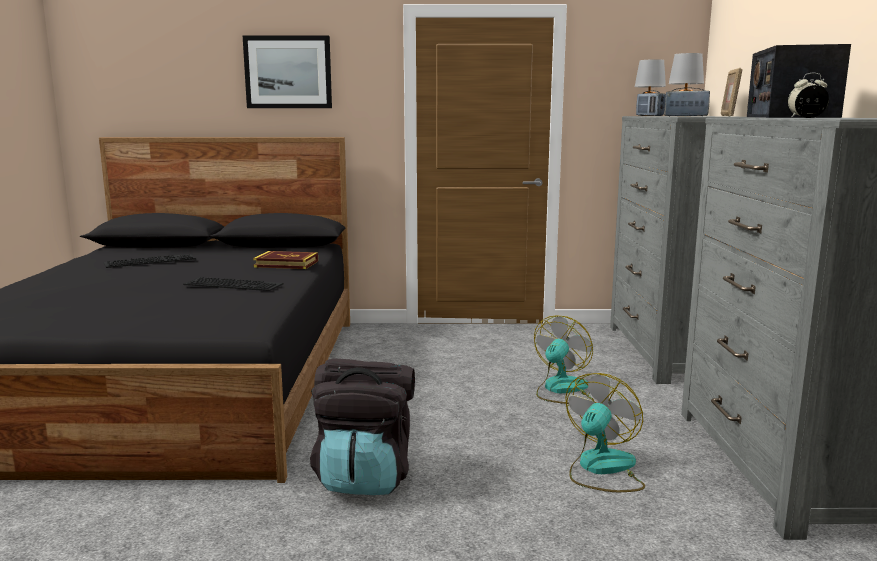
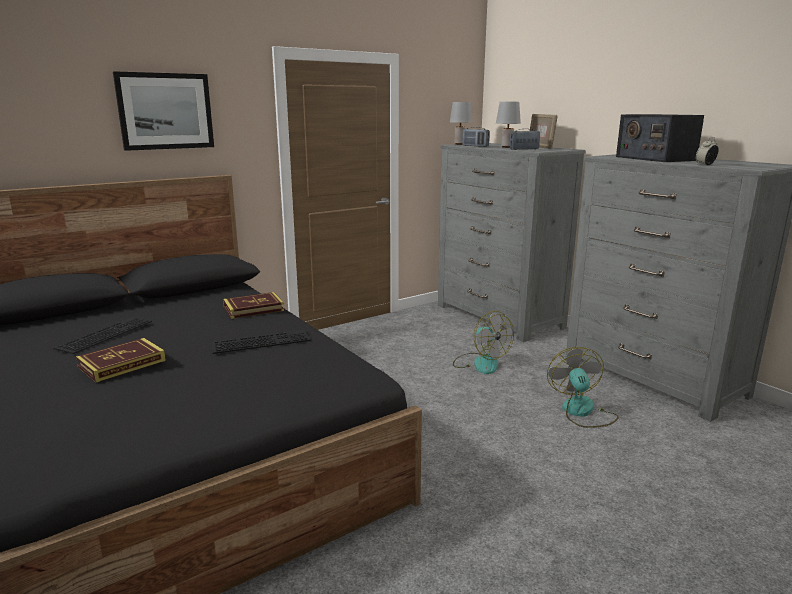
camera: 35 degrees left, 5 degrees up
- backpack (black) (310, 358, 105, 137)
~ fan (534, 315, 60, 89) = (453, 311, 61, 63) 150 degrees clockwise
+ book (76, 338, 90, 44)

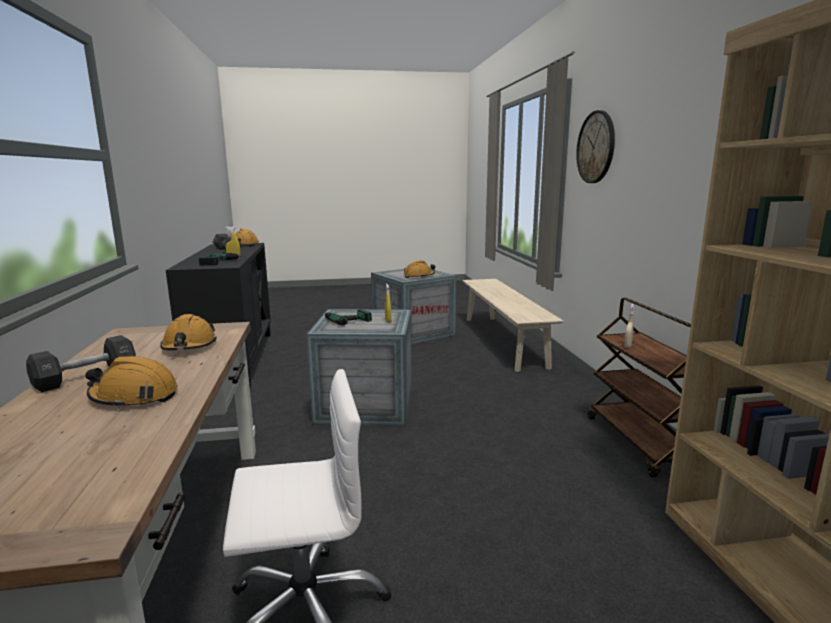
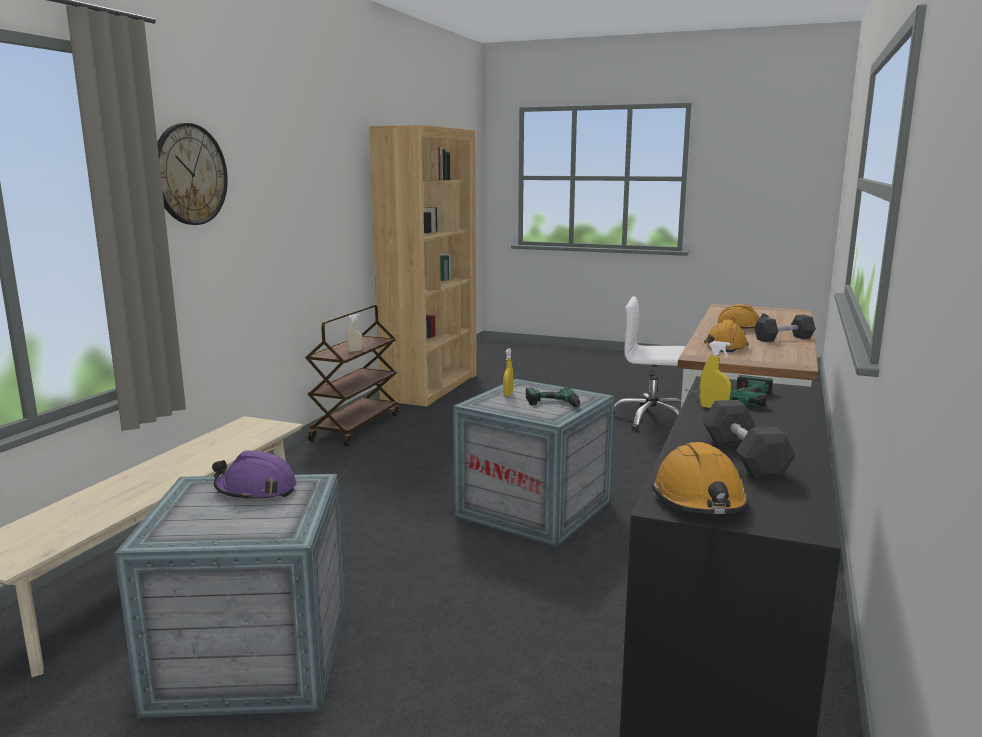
camera: 150 degrees left, 0 degrees up
~ hard hat (orange) (404, 260, 32, 18) to hard hat (purple) (212, 451, 85, 50)

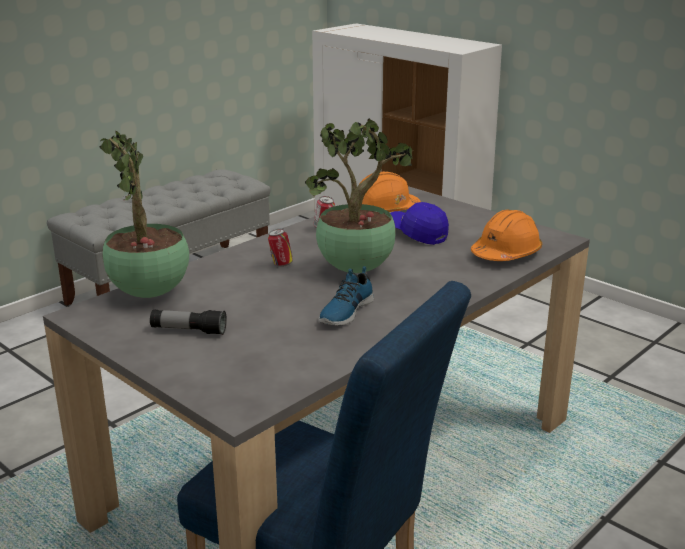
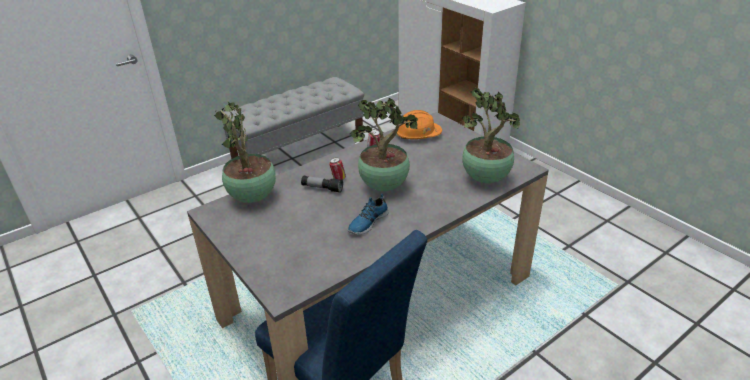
camera: 10 degrees right, 10 degrees up
~ flashlight (150, 309, 77, 26) to (301, 175, 42, 18)
- cap (blue) (390, 202, 59, 43)
~ hard hat (orange) (471, 210, 71, 51) to potted plant (462, 88, 58, 95)

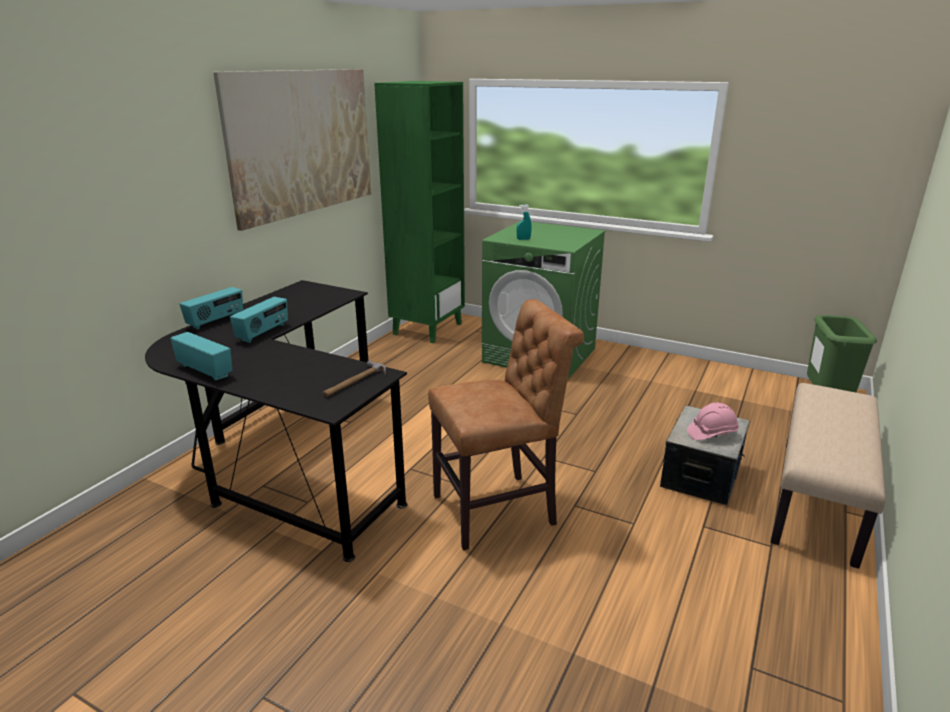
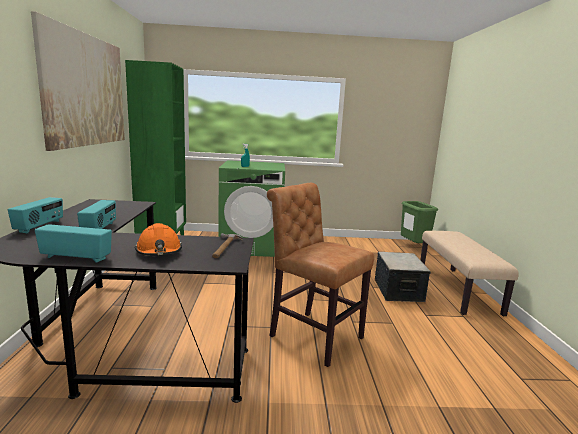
camera: 30 degrees left, 10 degrees down
~ chair (brown) (428, 299, 156, 251) = (267, 183, 108, 184) 90 degrees counterclockwise
- hard hat (pink) (687, 402, 52, 38)
+ hard hat (orange) (135, 223, 47, 32)

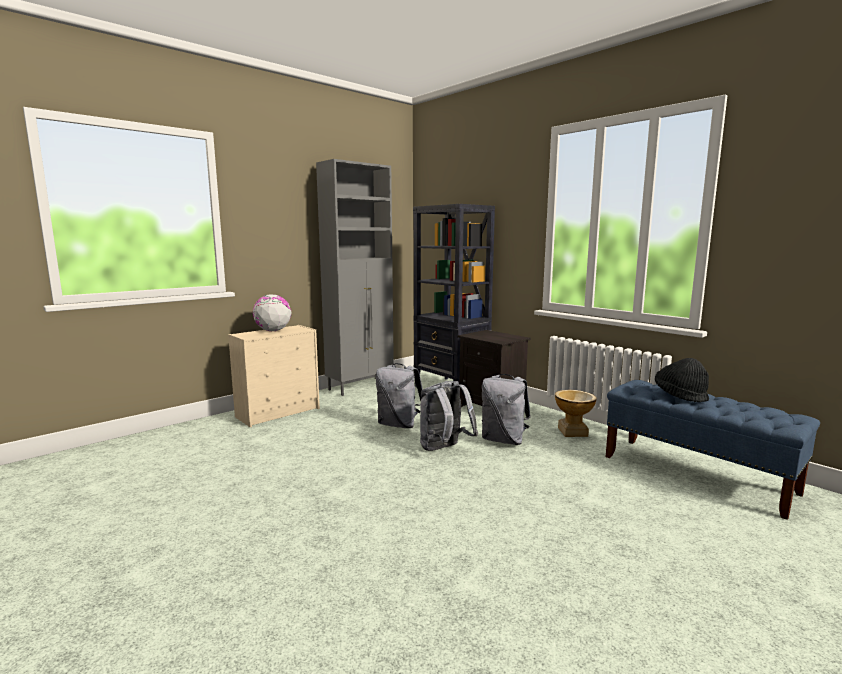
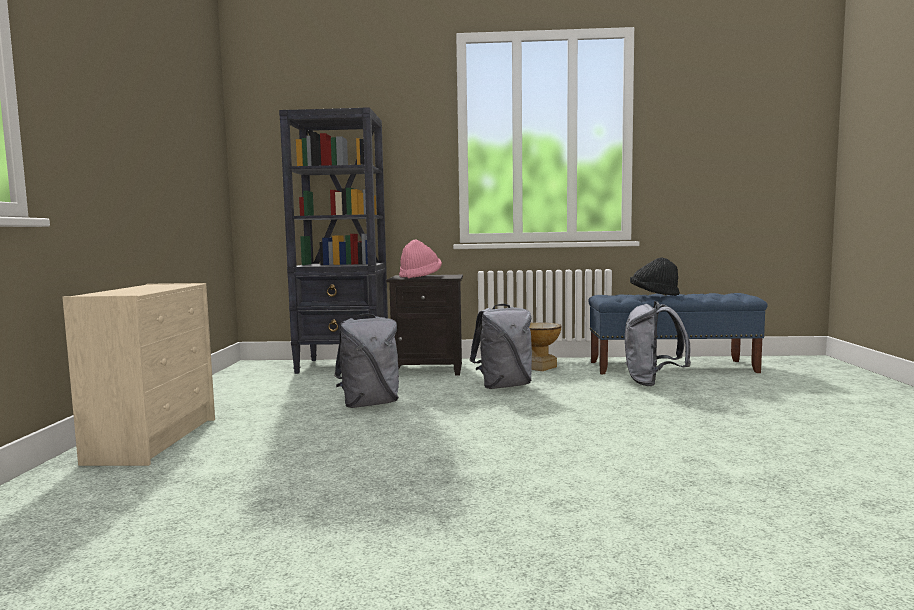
camera: 45 degrees left, 5 degrees down
- globe (253, 295, 39, 36)
- cabinet (grey) (316, 159, 78, 237)
~ backpack (grey) (420, 381, 58, 70) to (625, 301, 66, 85)
+ hat (pink) (399, 240, 43, 38)

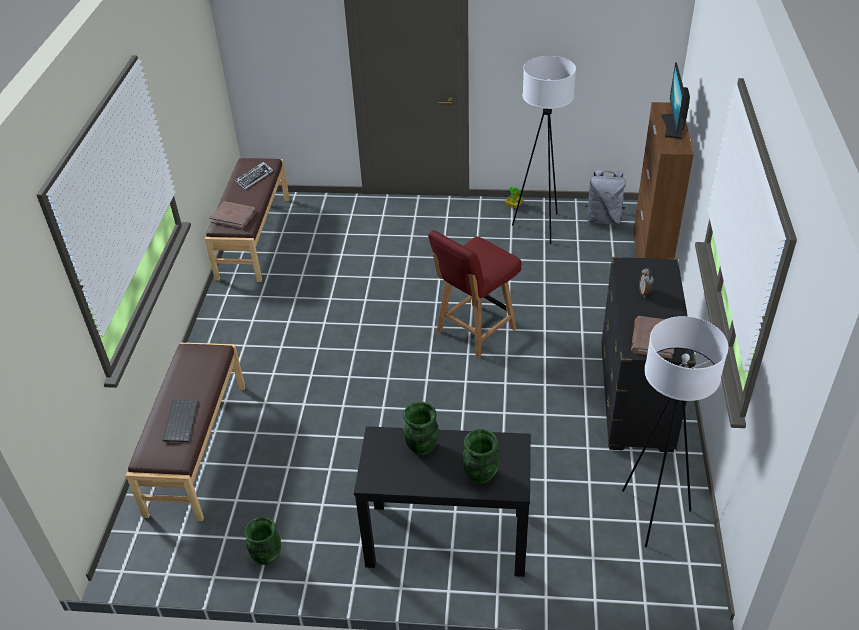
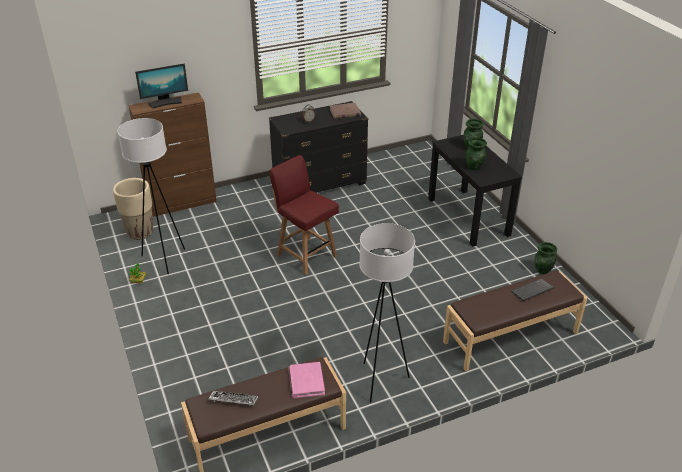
camera: 120 degrees left, 5 degrees down
~ book (brown) (209, 201, 47, 28) to book (pink) (288, 362, 37, 36)
~ chair (red) (428, 230, 93, 128) = (269, 155, 70, 120) 150 degrees counterclockwise
~ backpack (grey) (585, 170, 41, 55) to planter (beige) (113, 178, 40, 62)
~ floor lamp (white) (622, 316, 106, 231) to (359, 223, 56, 180)

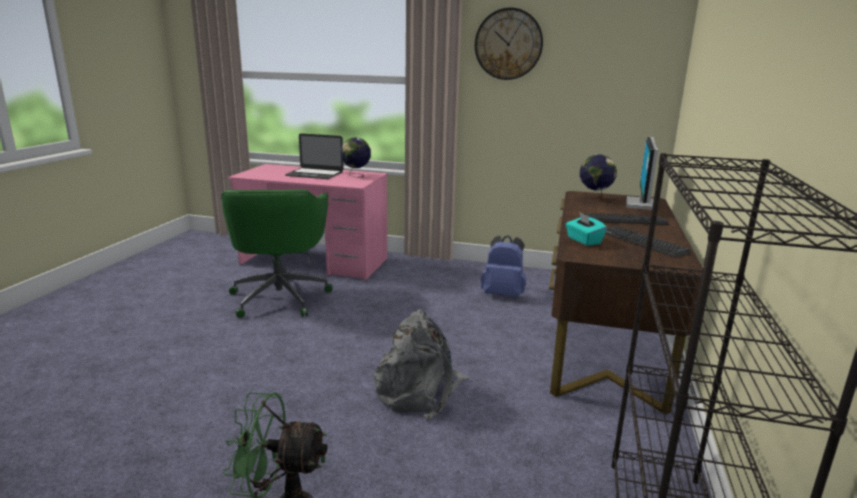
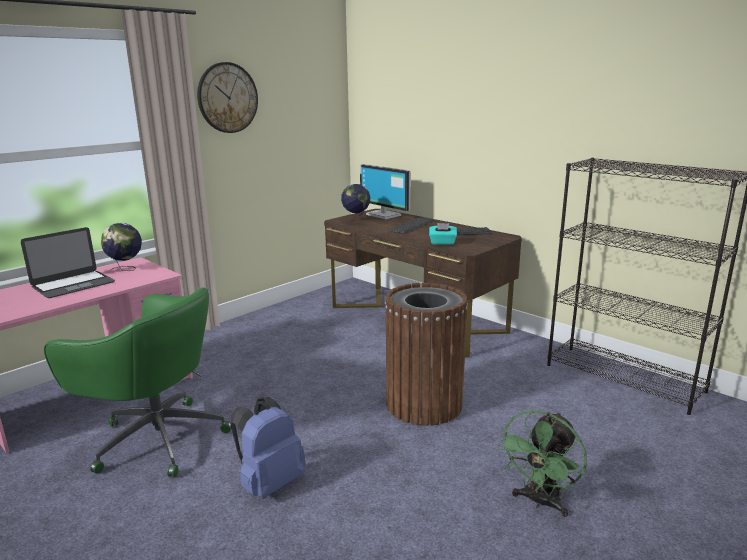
camera: 60 degrees left, 0 degrees up
~ backpack (grey) (374, 309, 96, 111) to trash can (brown) (385, 283, 83, 143)
~ backpack (blue) (481, 235, 45, 62) to (230, 397, 76, 102)

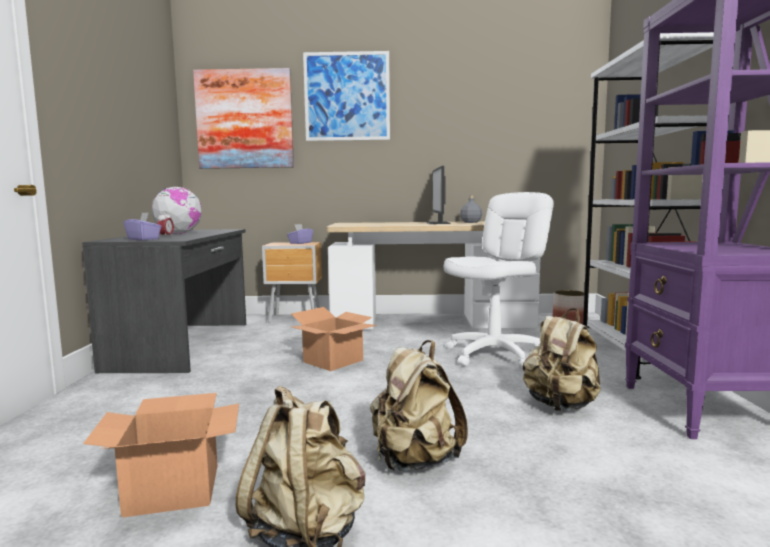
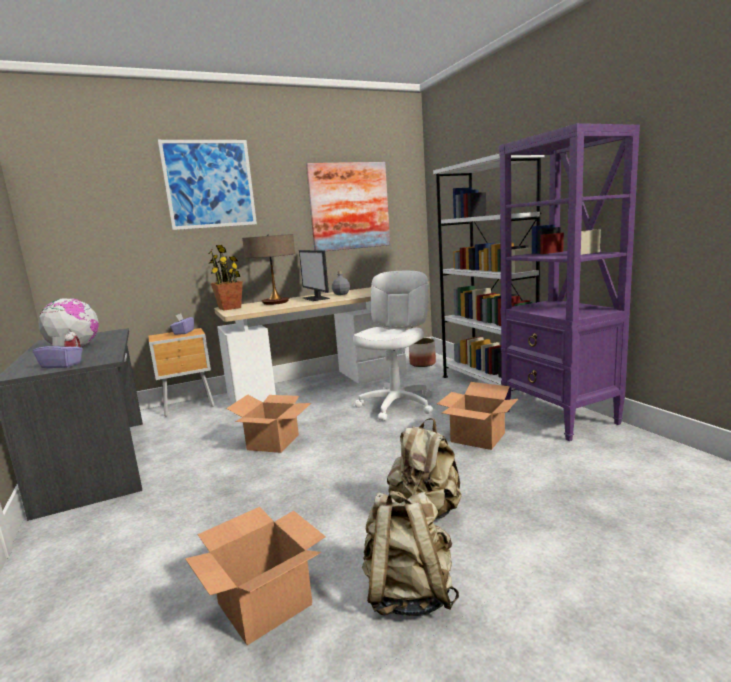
camera: 25 degrees left, 5 degrees up
~ picture (193, 68, 101, 101) to (306, 162, 84, 89)
~ backpack (beige) (523, 308, 78, 103) to cardboard box (437, 382, 81, 68)
+ potted plant (209, 245, 34, 66)
+ table lamp (242, 234, 53, 71)

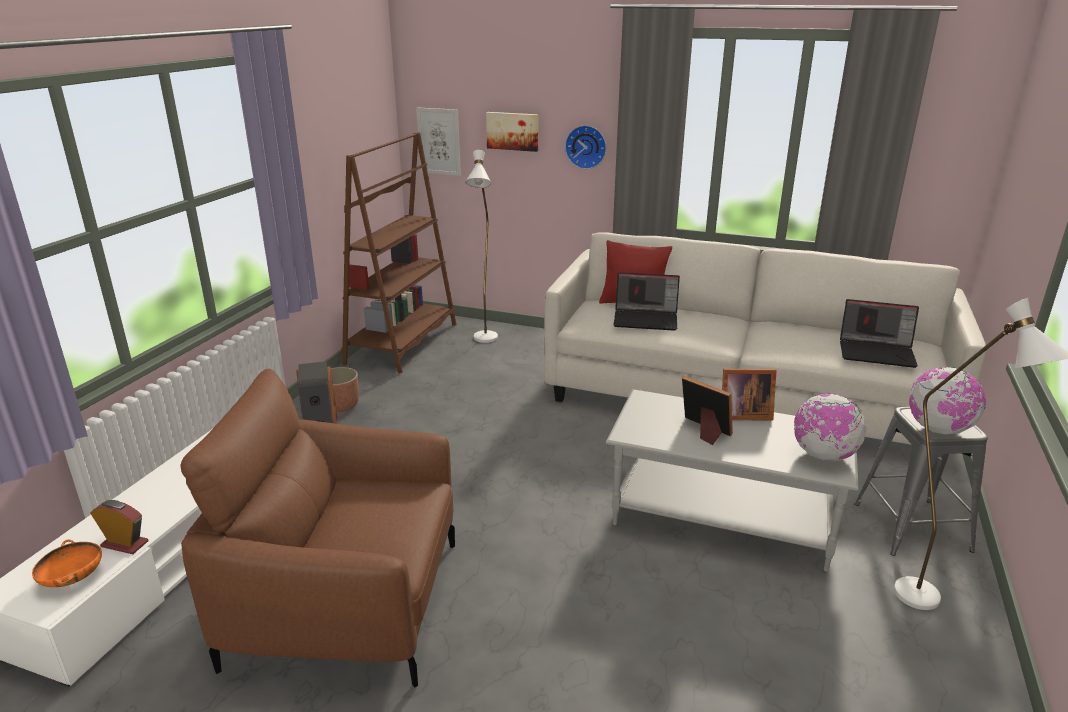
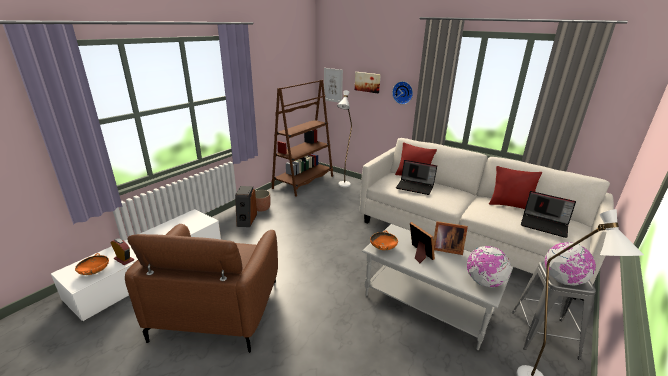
camera: 15 degrees right, 0 degrees up
~ armchair (brown) (180, 369, 275, 318) = (125, 224, 153, 129) 105 degrees counterclockwise
+ bowl (orange) (370, 231, 28, 19)
+ pillow (red) (489, 166, 53, 43)

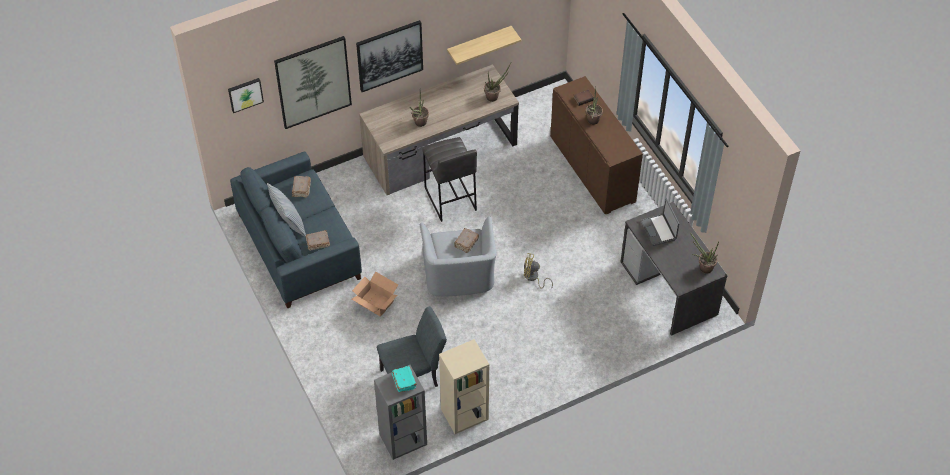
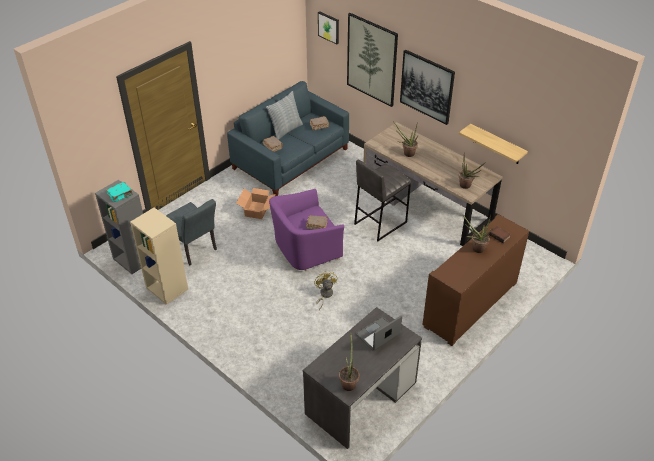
camera: 70 degrees right, 10 degrees down
~ armchair (grey) (420, 216, 77, 81) to armchair (purple) (269, 189, 75, 82)

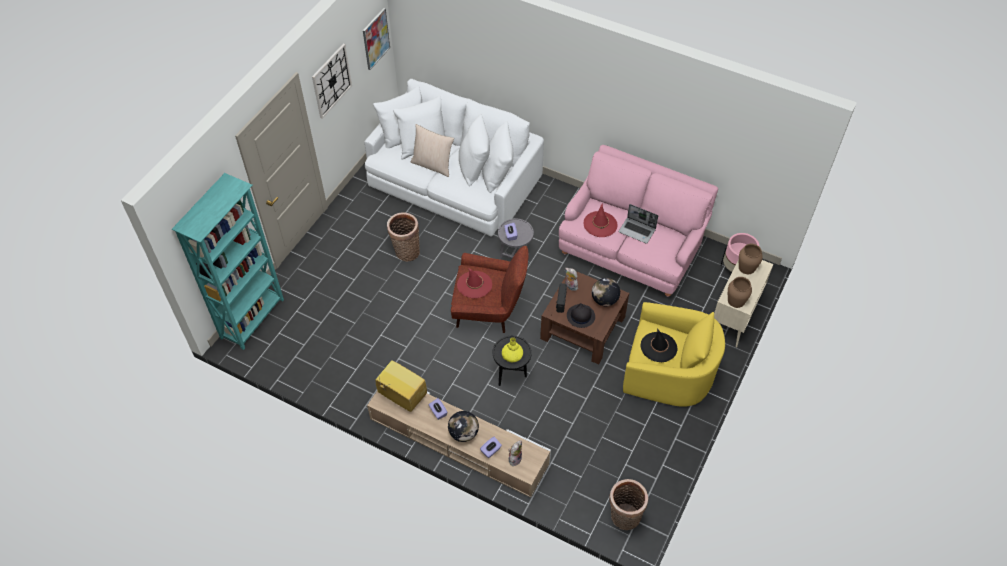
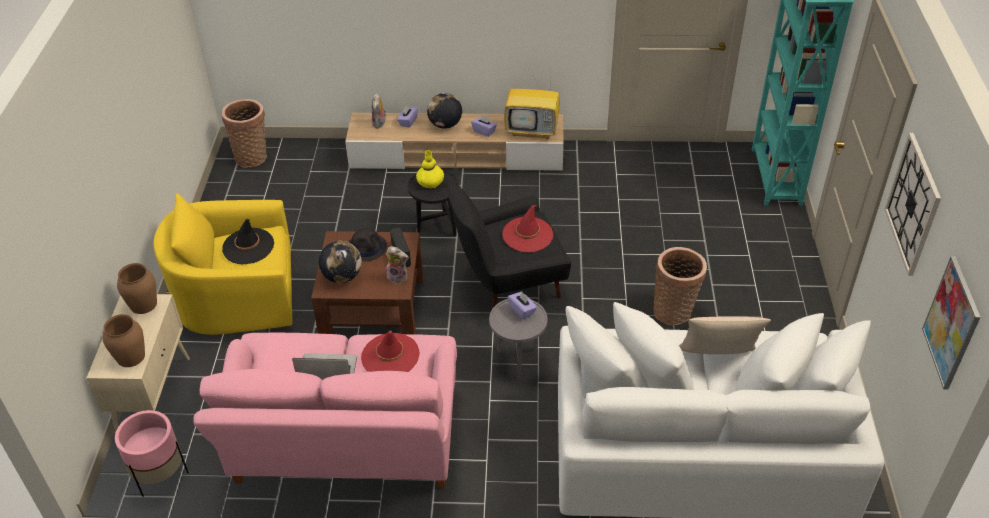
camera: 155 degrees right, 10 degrees down
~ armchair (red) (451, 246, 78, 87) to armchair (black) (447, 183, 124, 124)

